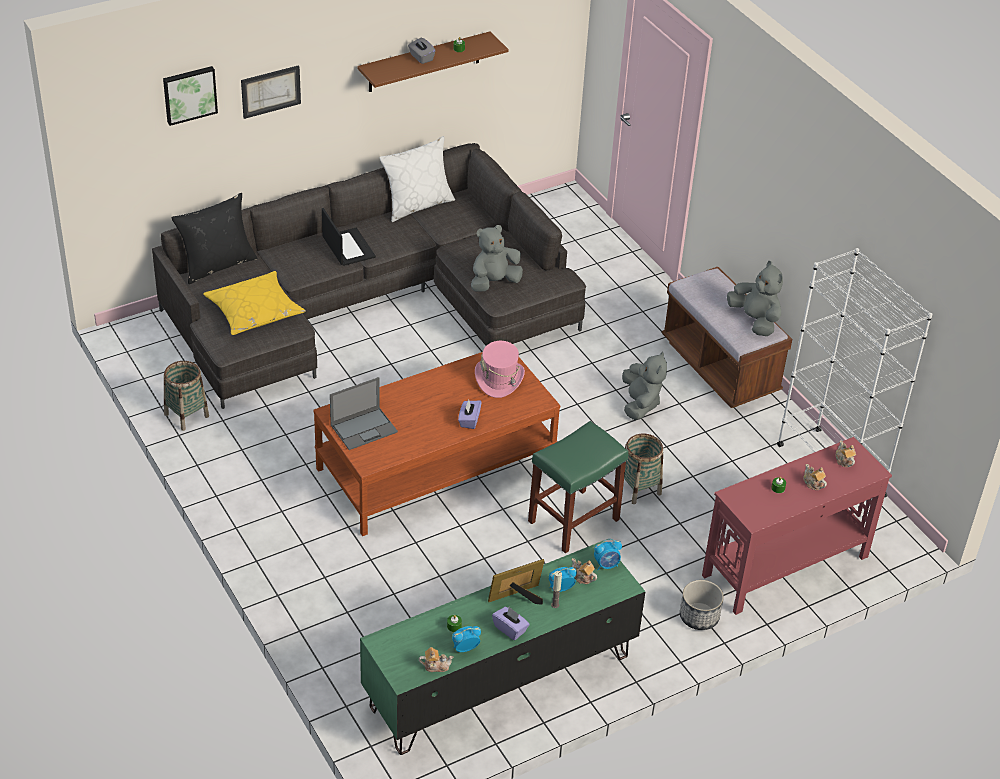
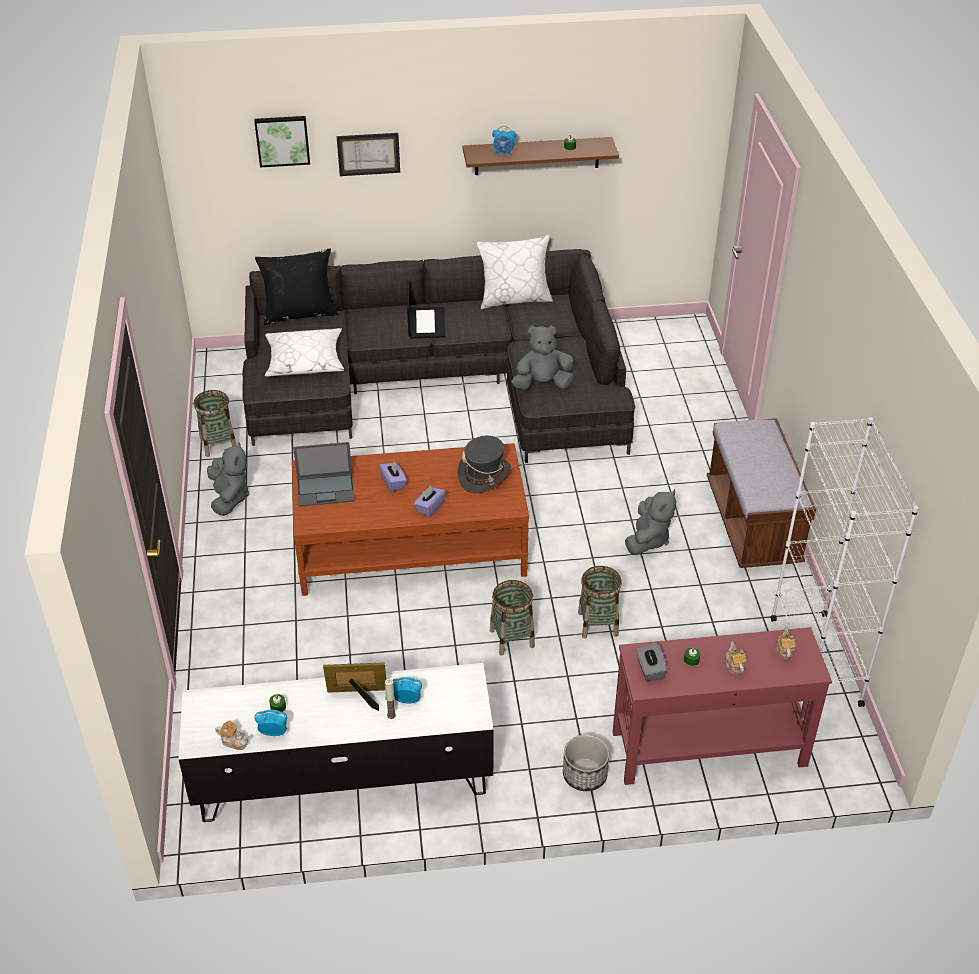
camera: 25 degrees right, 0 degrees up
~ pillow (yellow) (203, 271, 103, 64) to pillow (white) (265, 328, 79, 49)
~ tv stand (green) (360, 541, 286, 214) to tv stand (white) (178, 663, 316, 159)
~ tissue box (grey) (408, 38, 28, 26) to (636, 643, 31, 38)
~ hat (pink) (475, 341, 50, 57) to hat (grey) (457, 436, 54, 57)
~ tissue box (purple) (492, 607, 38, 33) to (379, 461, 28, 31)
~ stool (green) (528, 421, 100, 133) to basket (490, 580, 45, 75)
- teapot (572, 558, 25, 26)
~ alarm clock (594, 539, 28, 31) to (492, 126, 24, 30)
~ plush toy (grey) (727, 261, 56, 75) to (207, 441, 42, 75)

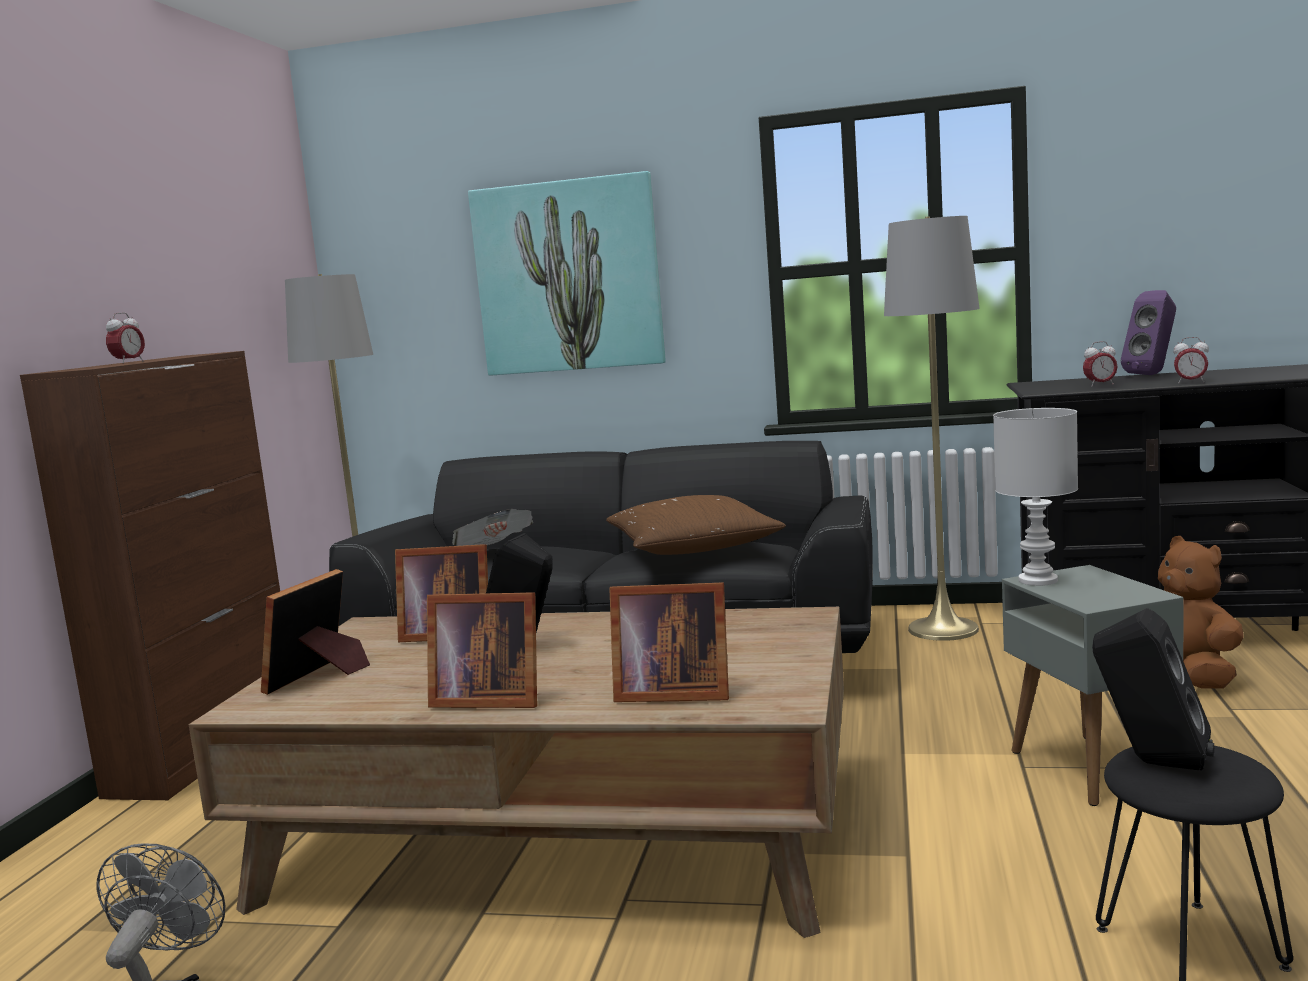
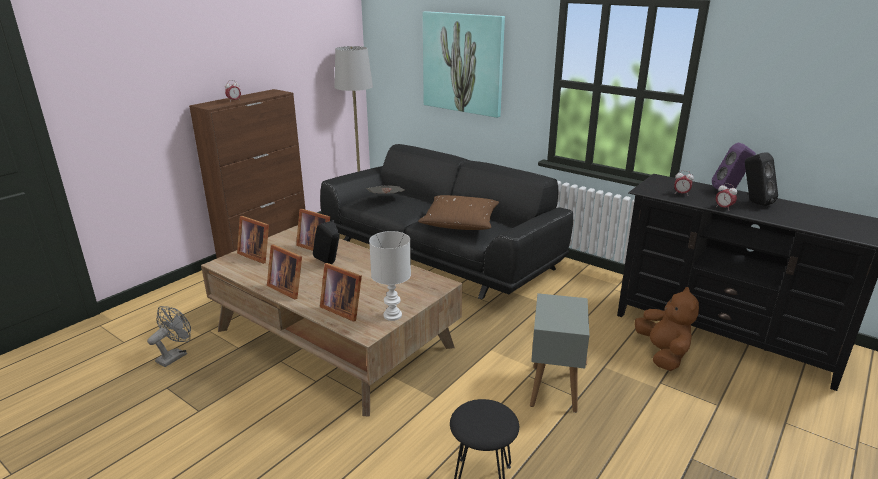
camera: 25 degrees right, 15 degrees up
~ picture frame (261, 569, 109, 126) = (237, 216, 32, 48) 105 degrees counterclockwise
- floor lamp (grey) (884, 216, 96, 425)
~ table lamp (white) (993, 408, 85, 178) to (369, 231, 42, 90)
~ speaker (black) (1092, 608, 122, 163) to (745, 152, 33, 54)

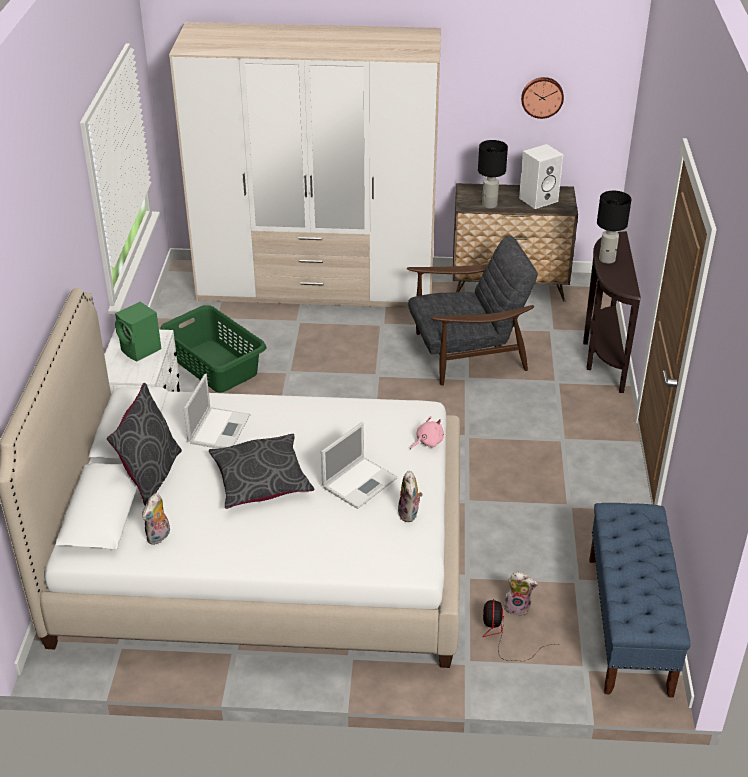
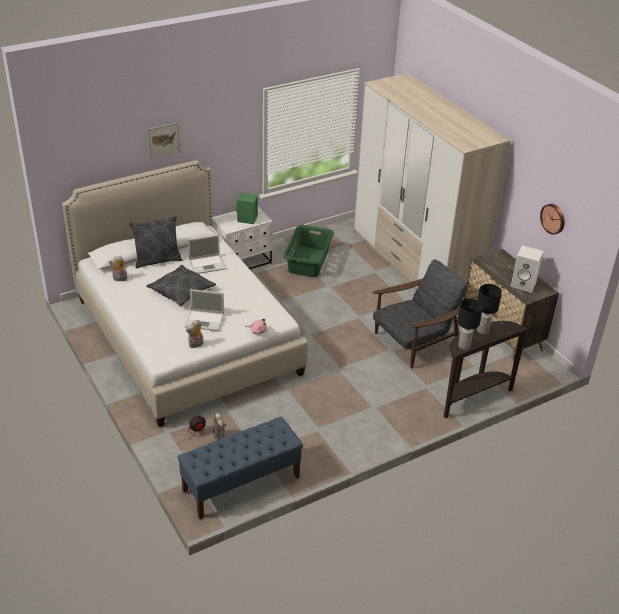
camera: 55 degrees right, 0 degrees up
~ armchair (grey) (407, 235, 131, 151) = (372, 259, 96, 109) 75 degrees counterclockwise
~ table lamp (black) (478, 140, 30, 68) to (457, 299, 26, 51)
+ picture (147, 122, 33, 37)

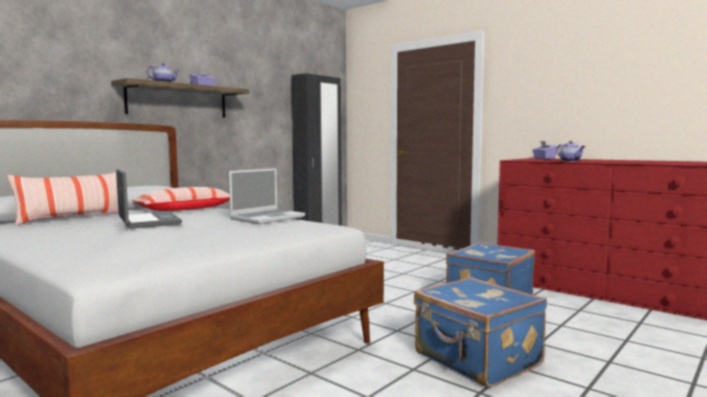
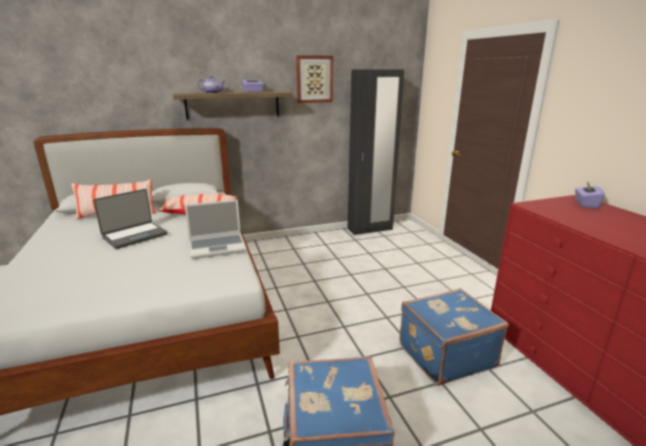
camera: 30 degrees right, 15 degrees up
~ laptop (116, 169, 66, 60) = (93, 189, 74, 60) 45 degrees clockwise
- teapot (556, 141, 29, 20)
+ picture (296, 55, 37, 48)

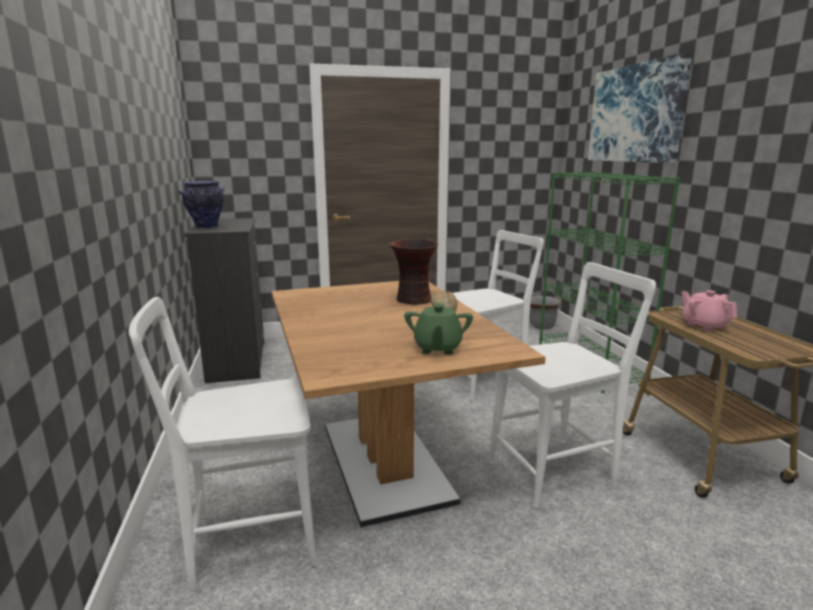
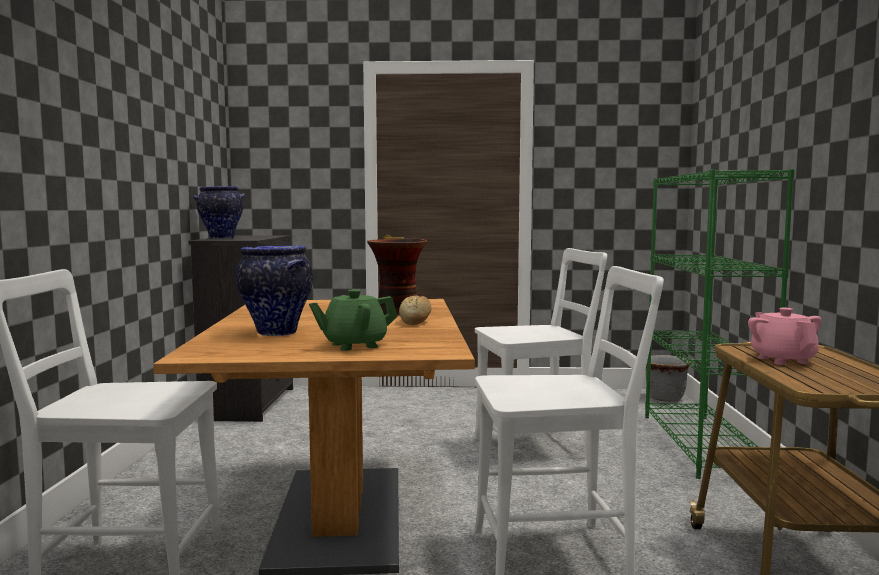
camera: 15 degrees right, 10 degrees down
~ teapot (green) (404, 303, 69, 52) = (309, 289, 88, 62) 45 degrees clockwise
- picture (588, 51, 105, 112)
+ vase (236, 245, 77, 91)

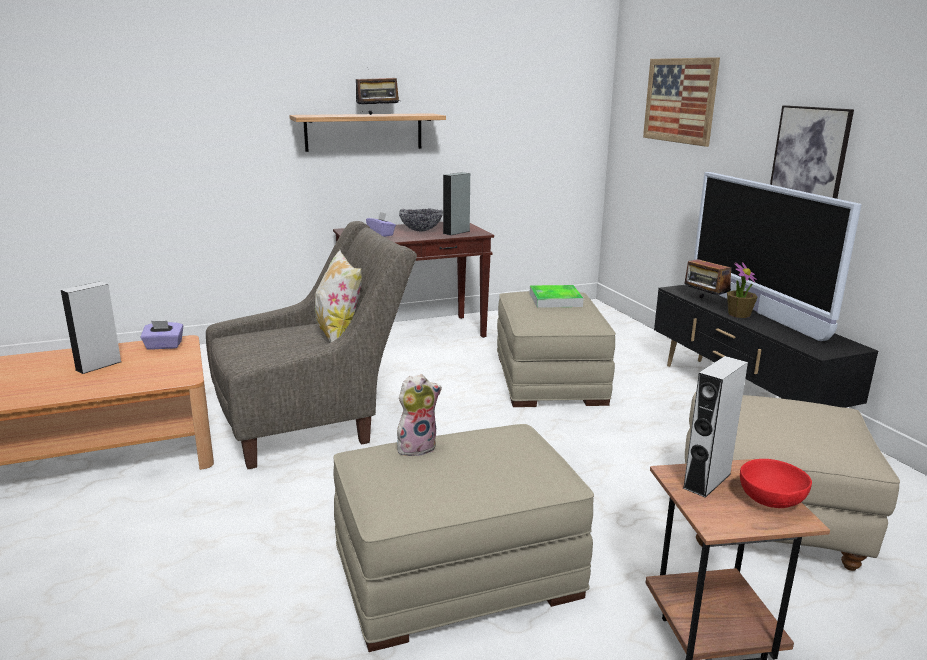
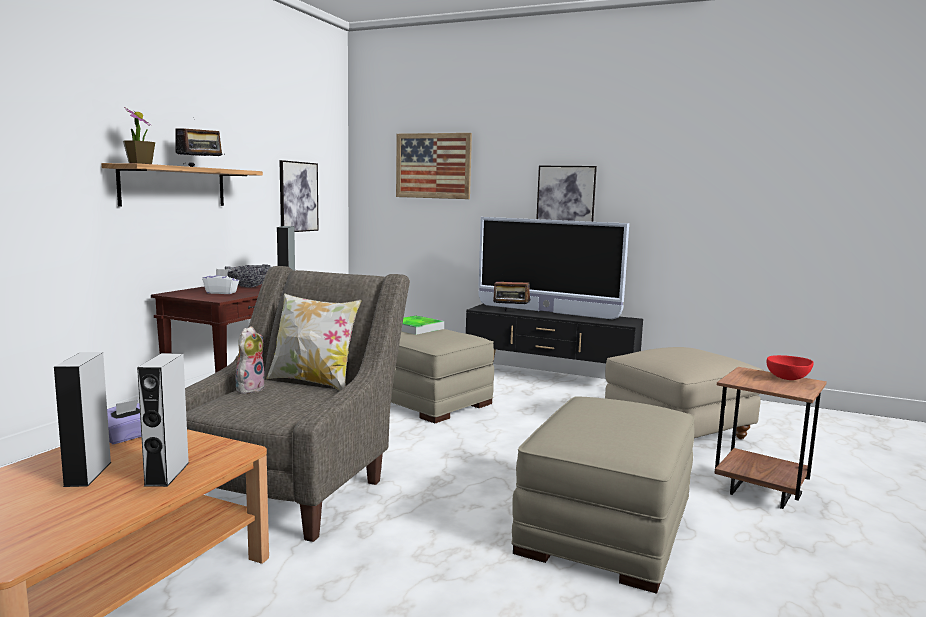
camera: 45 degrees left, 10 degrees down
~ tissue box (purple) (366, 212, 30, 25) to tissue box (white) (202, 269, 37, 25)
~ plush toy (397, 374, 45, 82) to (235, 326, 30, 68)
~ speaker (grey) (683, 356, 65, 142) to (137, 353, 52, 134)
~ potted plant (727, 262, 30, 56) to (123, 107, 32, 57)
+ picture (279, 160, 40, 72)

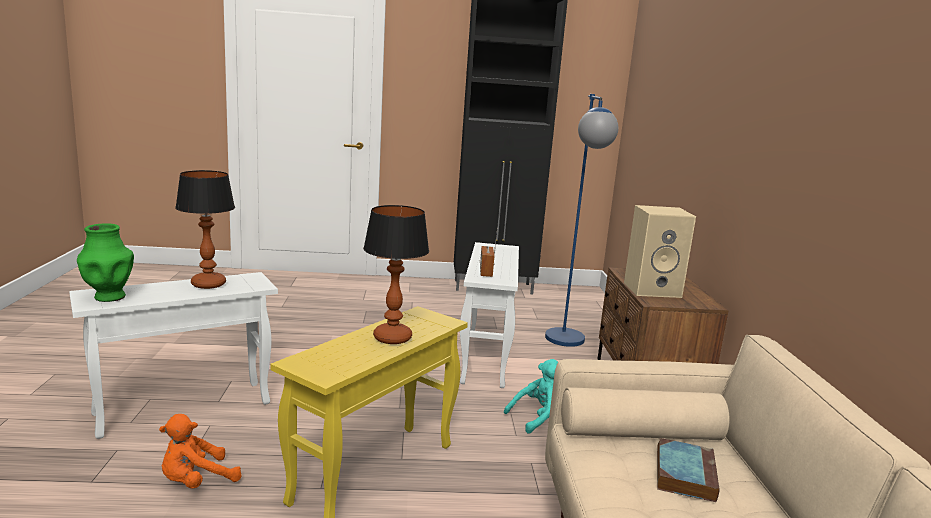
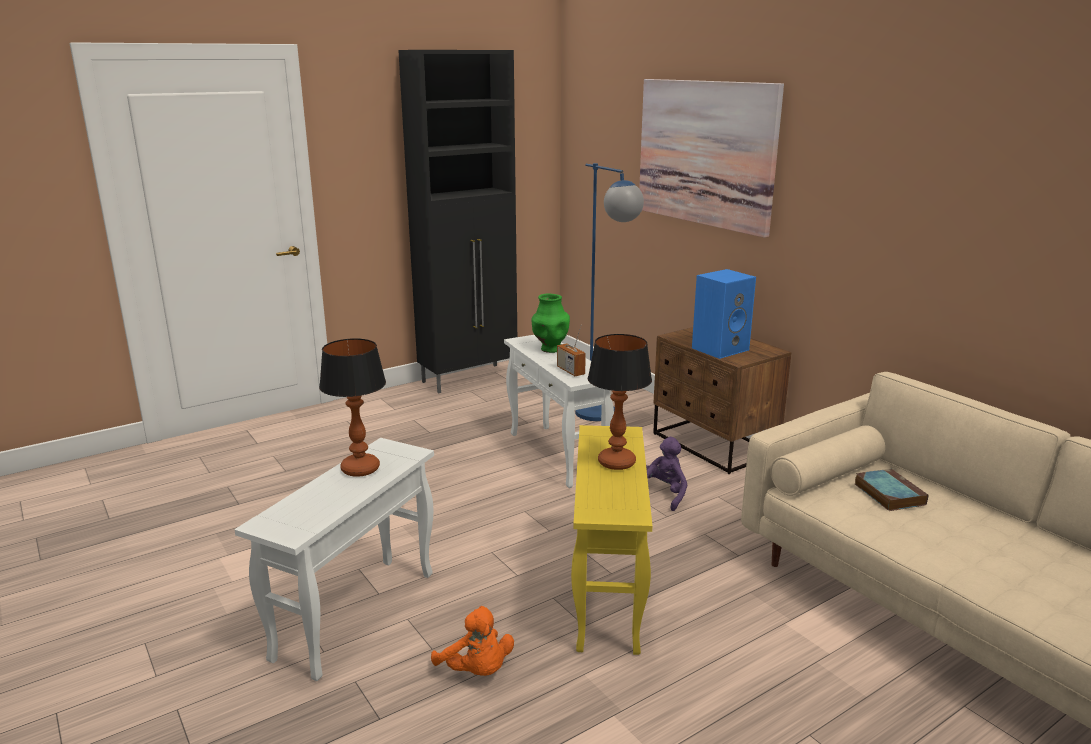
camera: 30 degrees left, 5 degrees up
~ vase (green) (77, 223, 57, 79) to (532, 293, 38, 60)
~ plush toy (orange) (159, 414, 83, 75) = (431, 606, 83, 70) 60 degrees counterclockwise
~ plush toy (turquoise) (504, 359, 54, 75) to plush toy (purple) (646, 437, 41, 74)
~ speaker (beige) (624, 205, 72, 93) to speaker (blue) (692, 269, 64, 90)
+ picture (639, 79, 145, 159)

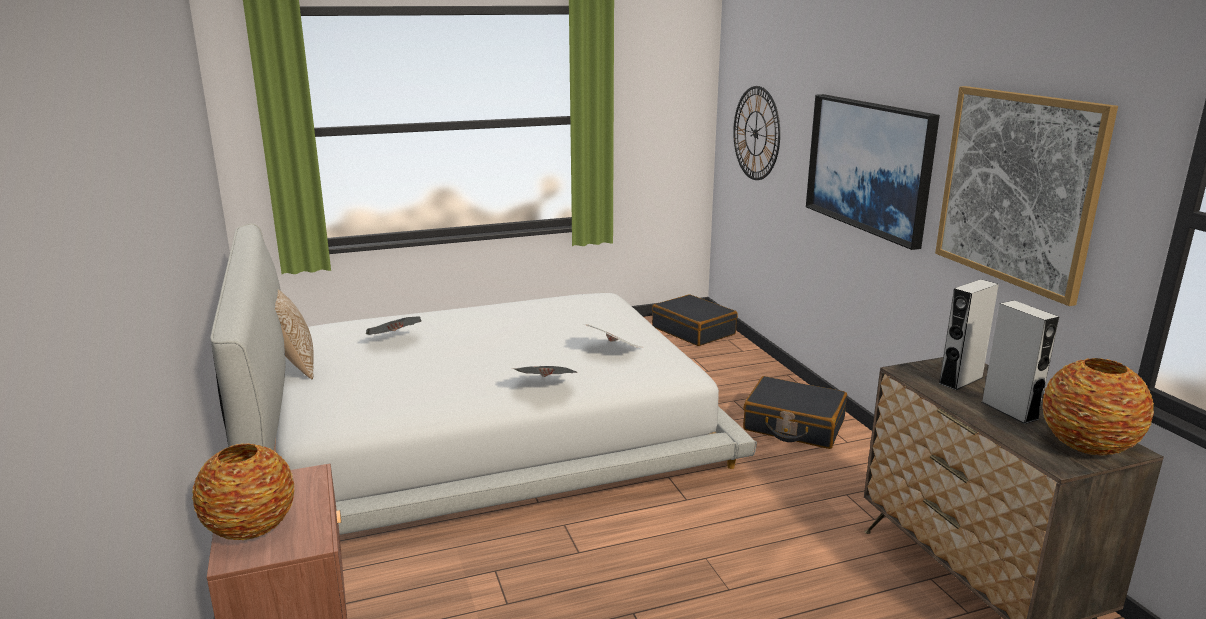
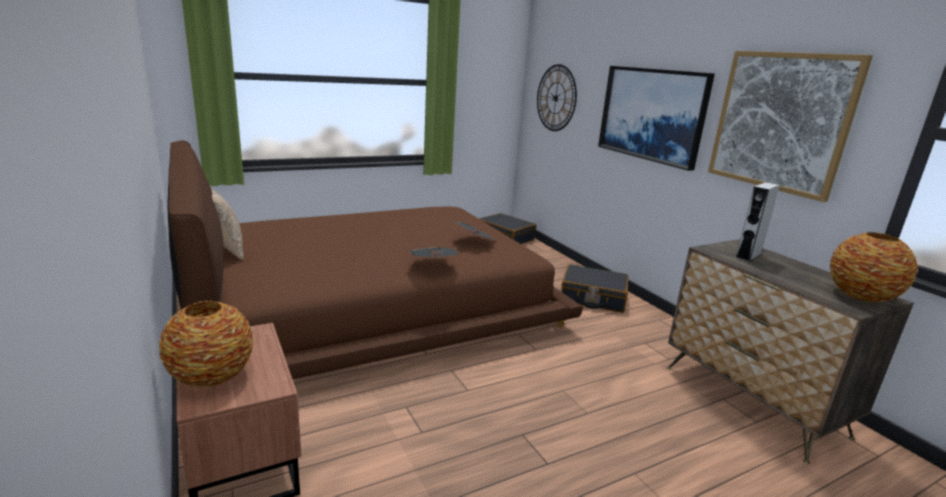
camera: 10 degrees left, 0 degrees up
~ bed (white) (210, 223, 547, 312) to bed (brown) (168, 140, 415, 239)
- newspaper (366, 317, 56, 18)
- speaker (grey) (982, 300, 77, 124)

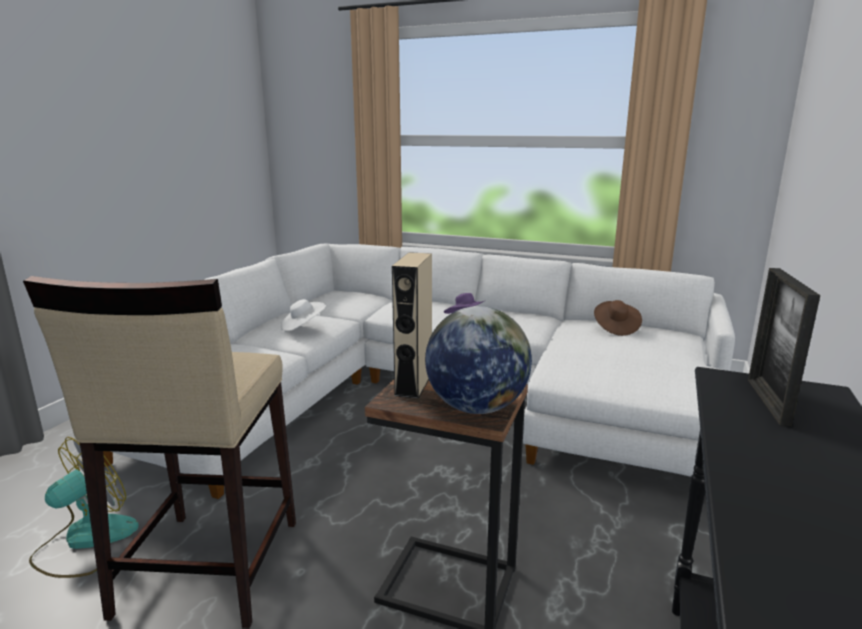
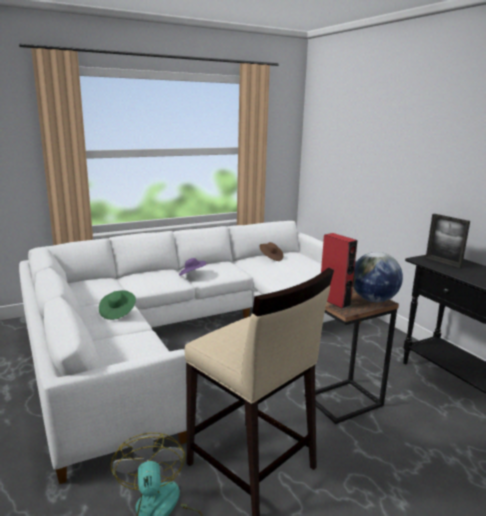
camera: 50 degrees left, 0 degrees up
~ hat (white) (281, 299, 45, 32) to hat (green) (99, 290, 37, 30)
~ speaker (beige) (392, 252, 40, 147) to speaker (red) (321, 233, 37, 76)

